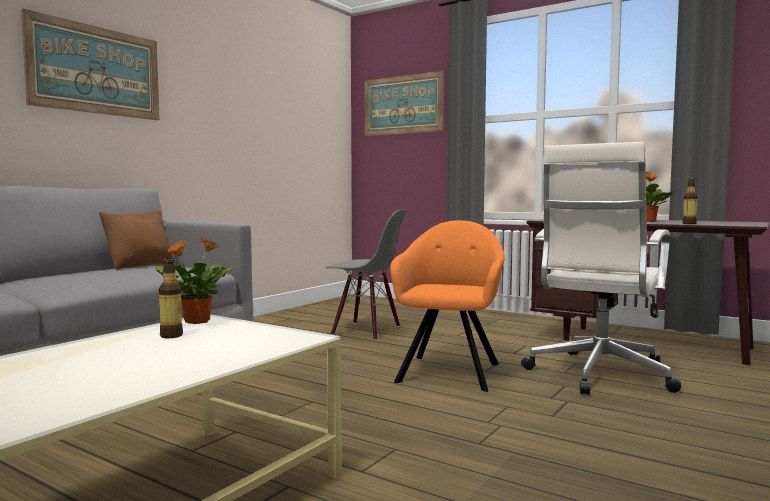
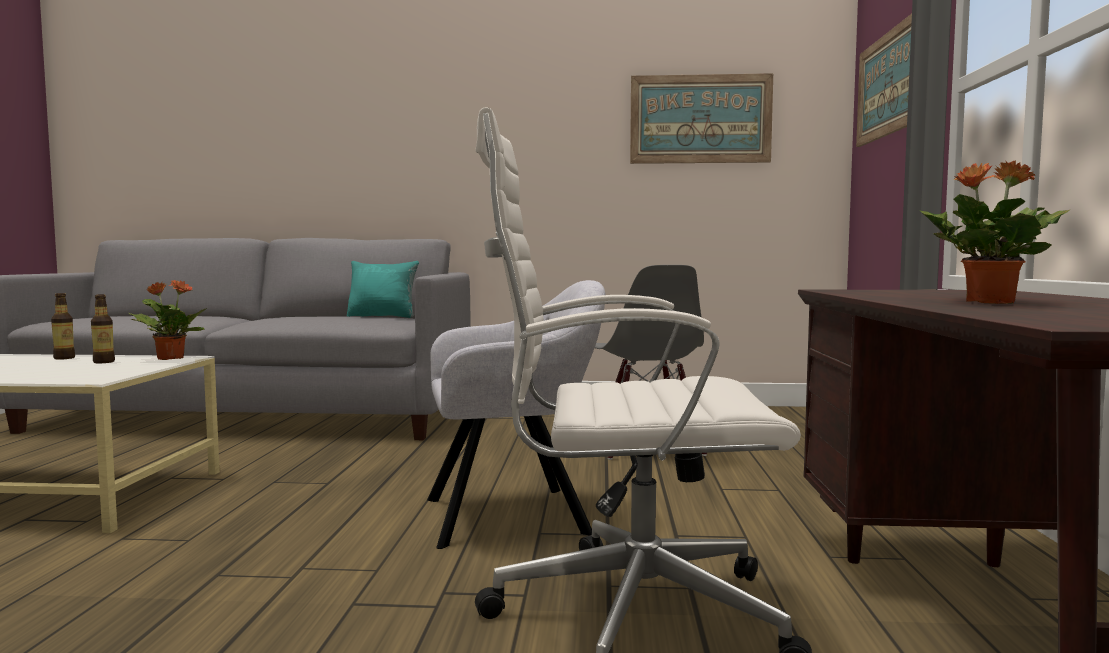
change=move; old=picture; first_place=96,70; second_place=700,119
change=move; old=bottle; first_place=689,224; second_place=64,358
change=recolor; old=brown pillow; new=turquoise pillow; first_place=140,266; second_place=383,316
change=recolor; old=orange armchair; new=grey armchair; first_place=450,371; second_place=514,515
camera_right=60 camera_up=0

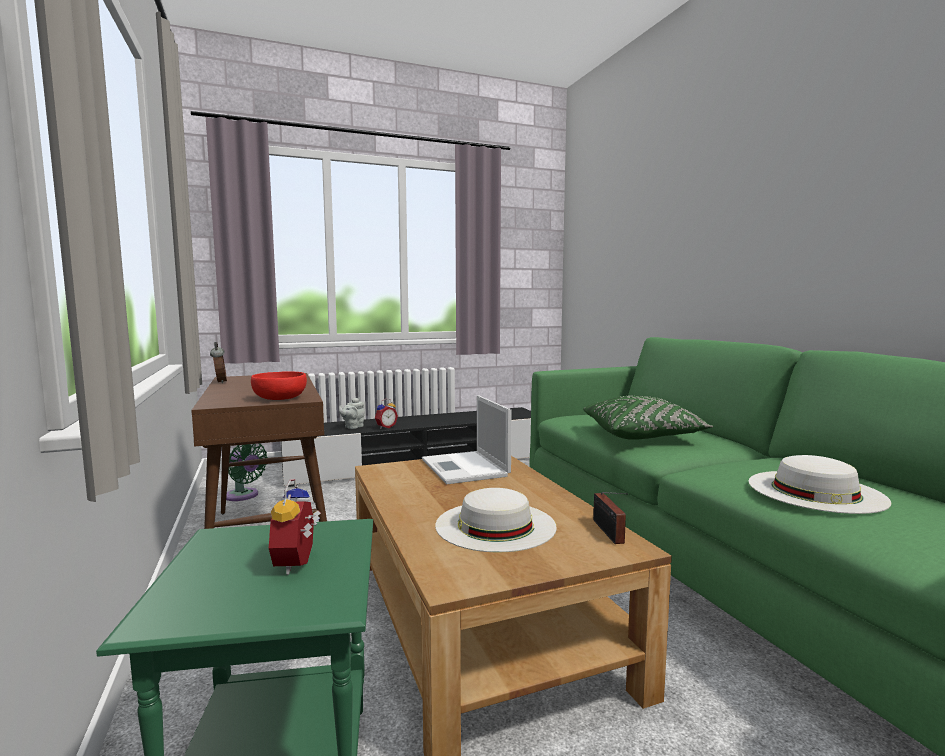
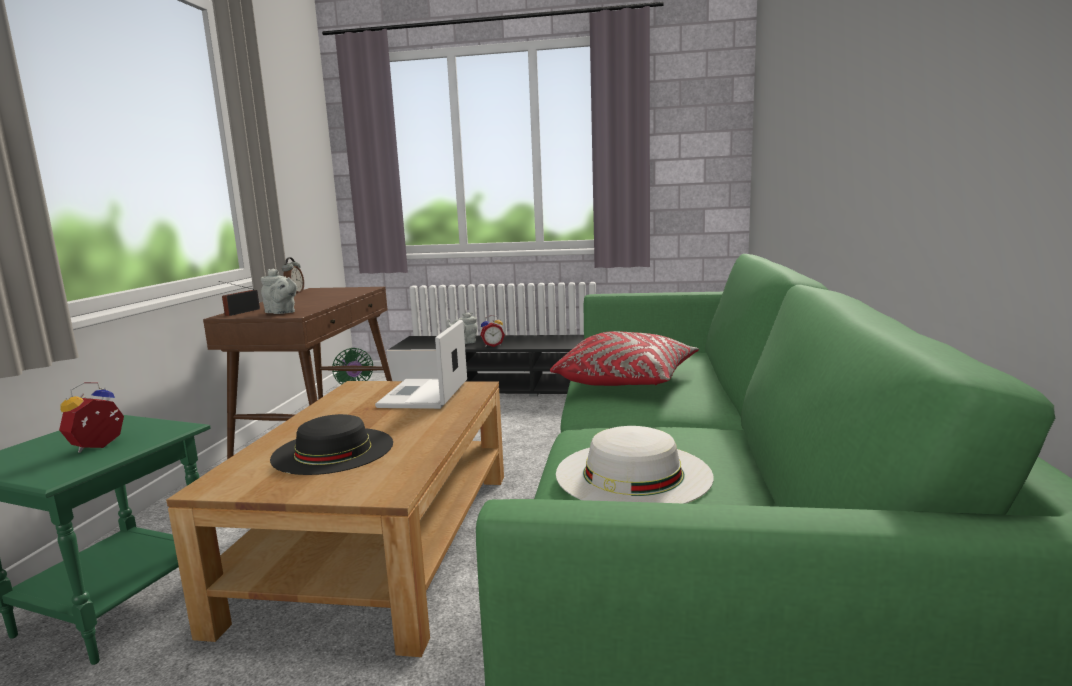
change=replace; old=red bowl; new=grey teapot; first_place=279,398; second_place=282,312
change=recolor; old=green pillow; new=red pillow; first_place=642,435; second_place=627,381
change=recolor; old=white hat; new=black hat; first_place=495,525; second_place=333,450
change=move; old=radio; first_place=608,533; second_place=240,312
camera_right=30 camera_up=5

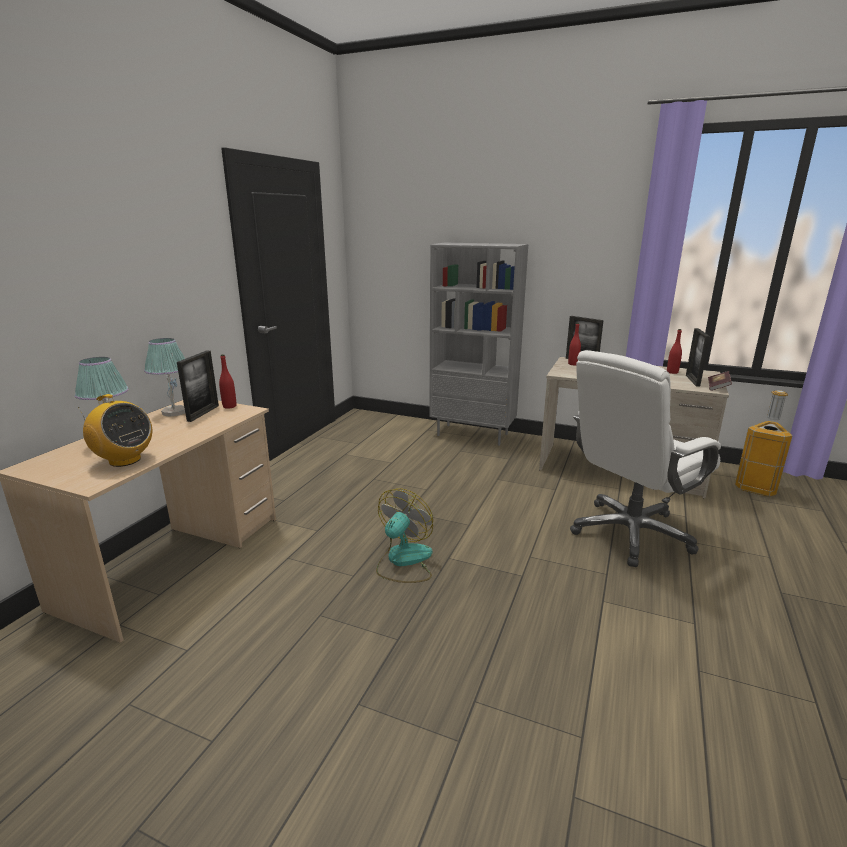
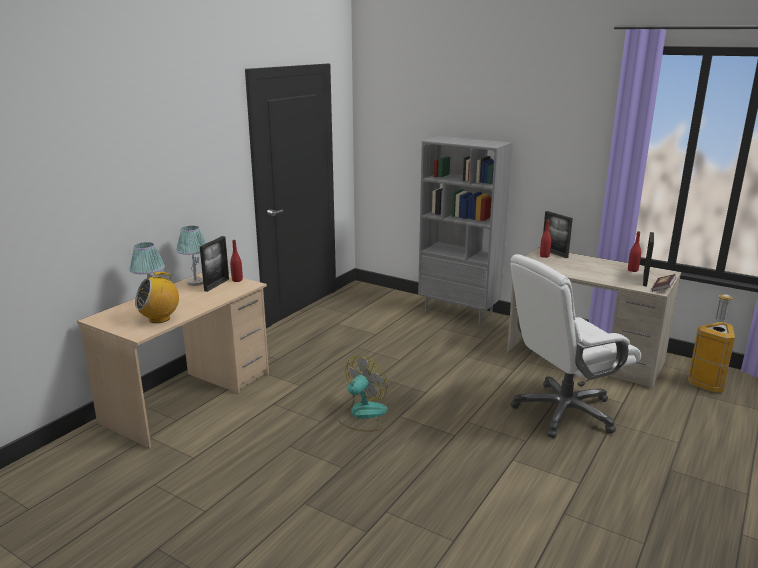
change=rotate; old=radio; first_place=124,460; second_place=159,319; degrees=105
camera_right=10 camera_up=0

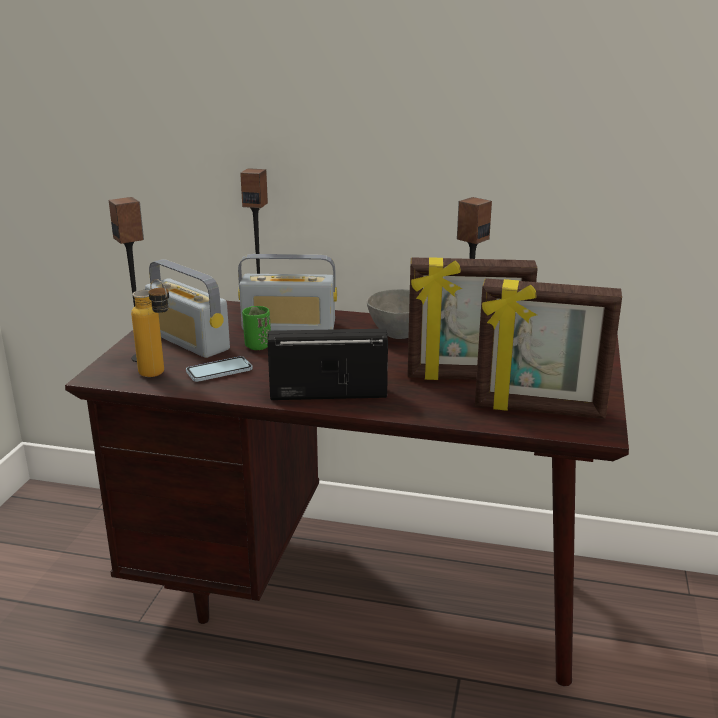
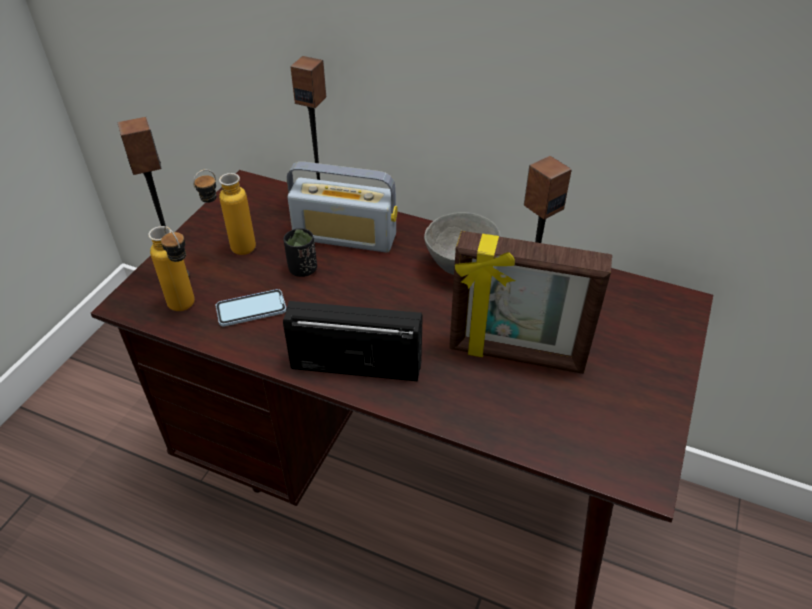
change=replace; old=radio; new=bottle; first_place=189,341; second_place=234,252
change=delete; old=picture frame; first_place=539,410
change=recolor; old=green cup; new=black cup; first_place=257,346; second_place=303,269
camera_right=10 camera_up=20

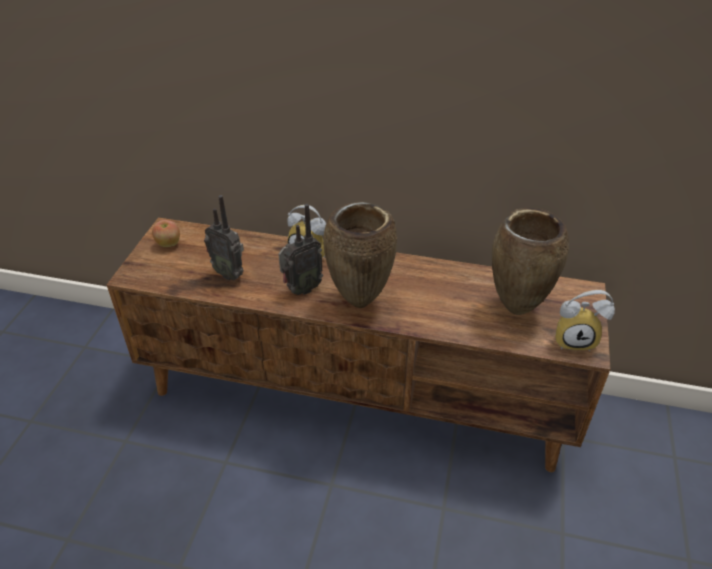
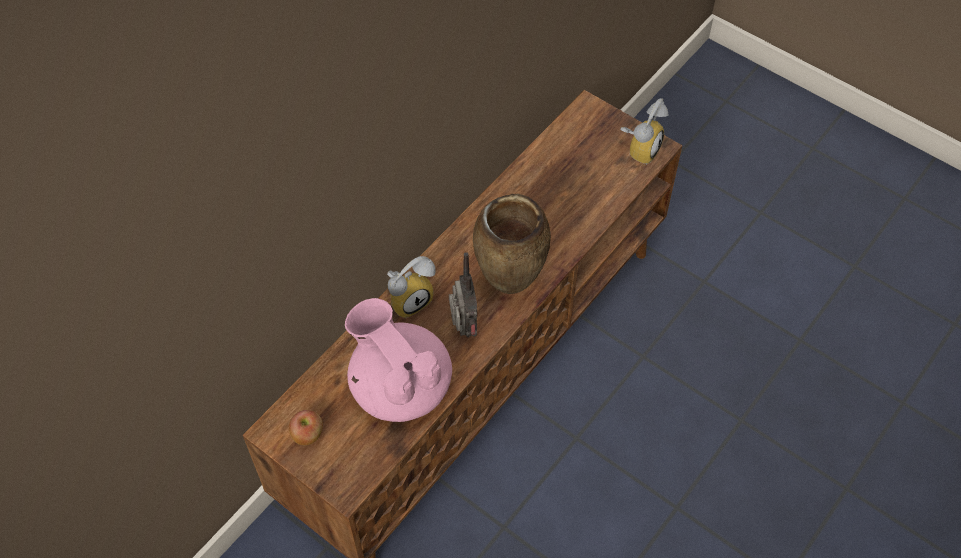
change=replace; old=radio; new=pink teapot; first_place=230,273; second_place=400,386
change=delete; old=brown vase; first_place=515,309
camera_right=-65 camera_up=15

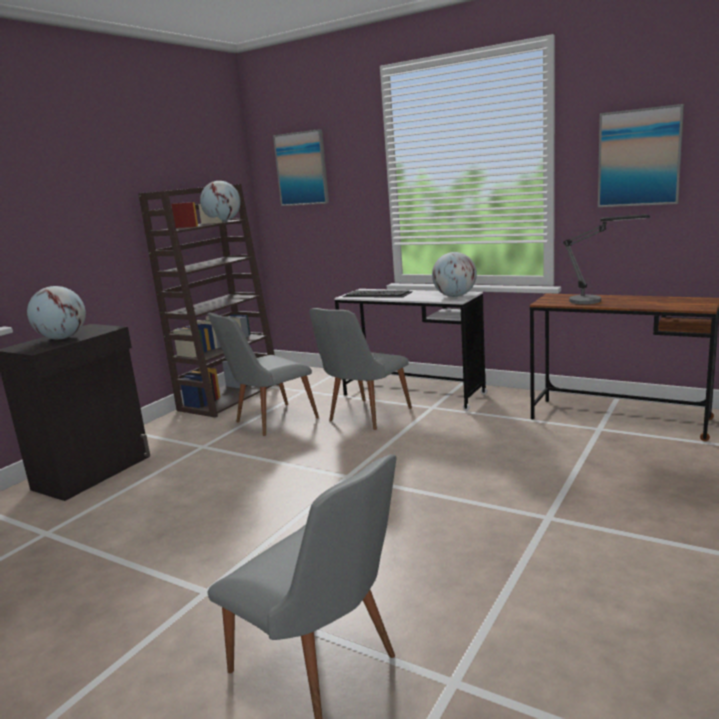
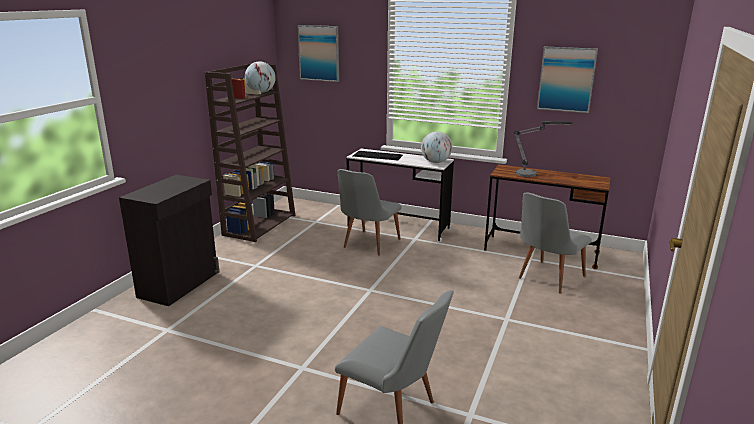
change=delete; old=globe; first_place=62,338
change=move; old=grey chair; first_place=268,421; second_place=546,278
camera_right=-10 camera_up=5

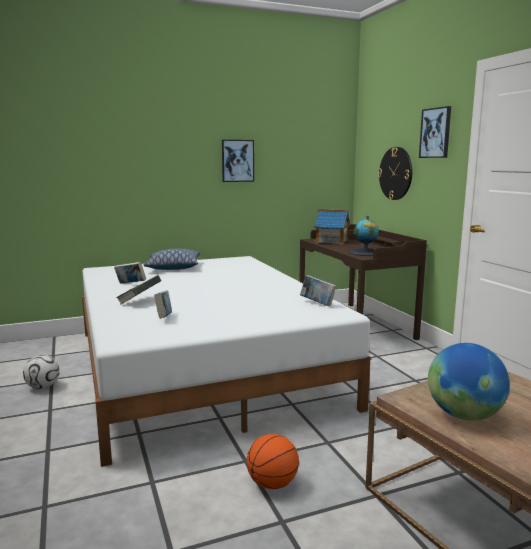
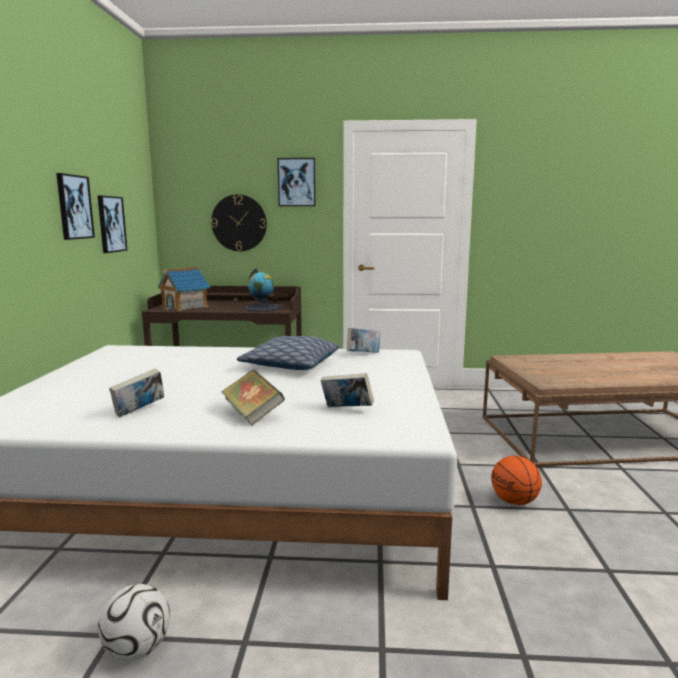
change=move; old=pillow; first_place=173,267; second_place=290,365
change=delete; old=globe; first_place=463,415
change=insert; new=picture; second_place=111,224
camera_right=-65 camera_up=0

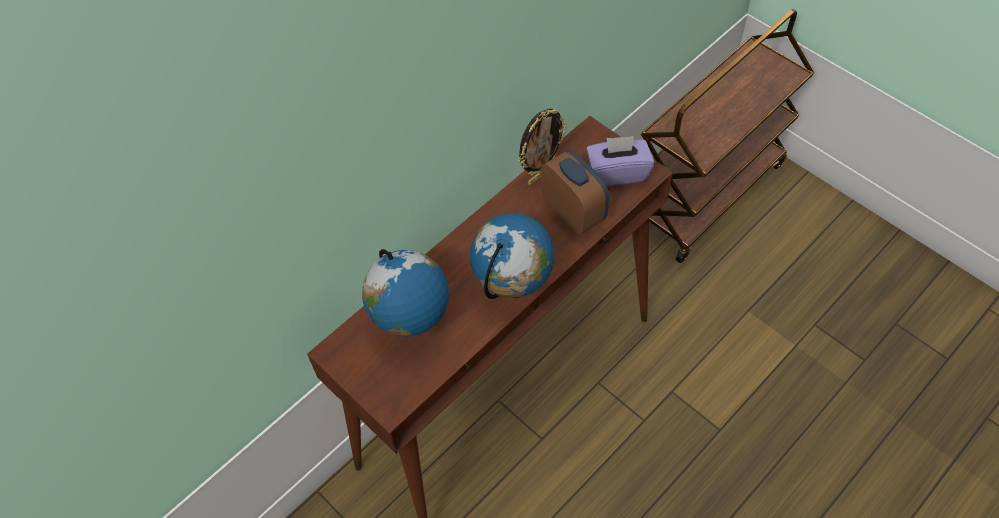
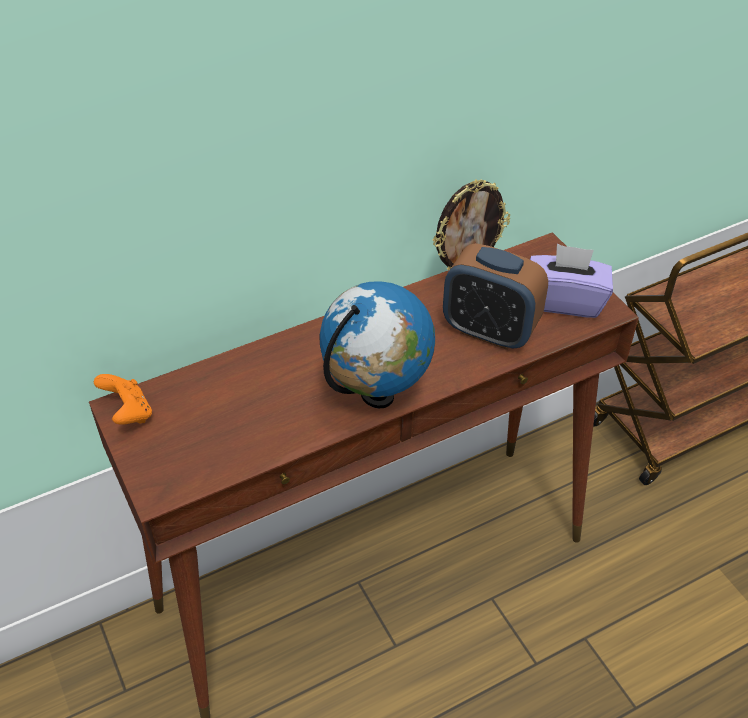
change=rotate; old=alarm clock; first_place=573,212; second_place=490,330; degrees=135
change=delete; old=globe; first_place=412,324
change=insert; new=orange game controller; second_place=128,413
camera_right=15 camera_up=-10

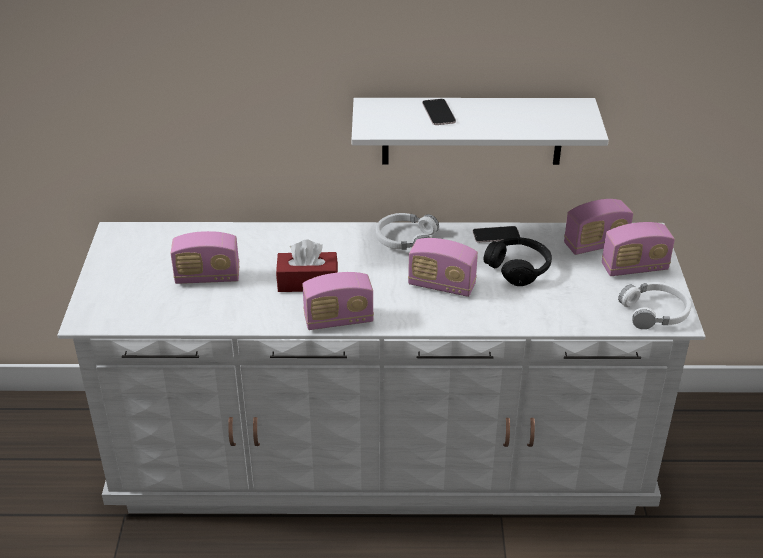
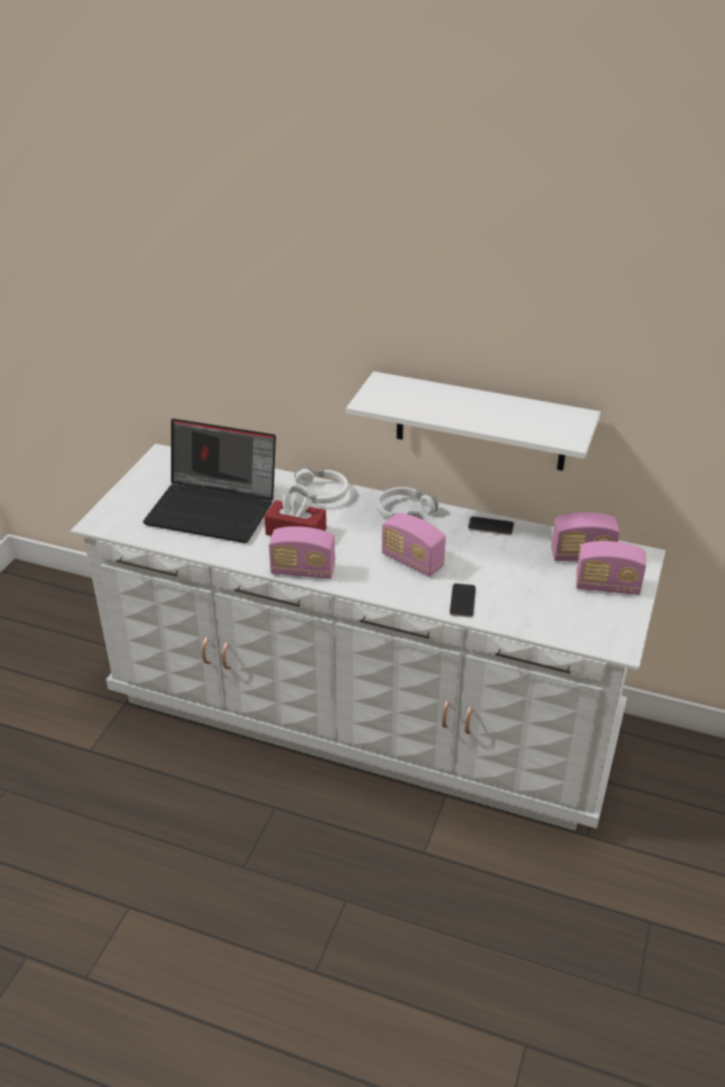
change=move; old=phone; first_place=438,113; second_place=462,601
change=replace; old=radio; new=laptop; first_place=207,277; second_place=215,509
change=delete; old=black headphones; first_place=518,268
change=move; old=white headphones; first_place=655,312; second_place=320,494
camera_right=20 camera_up=0

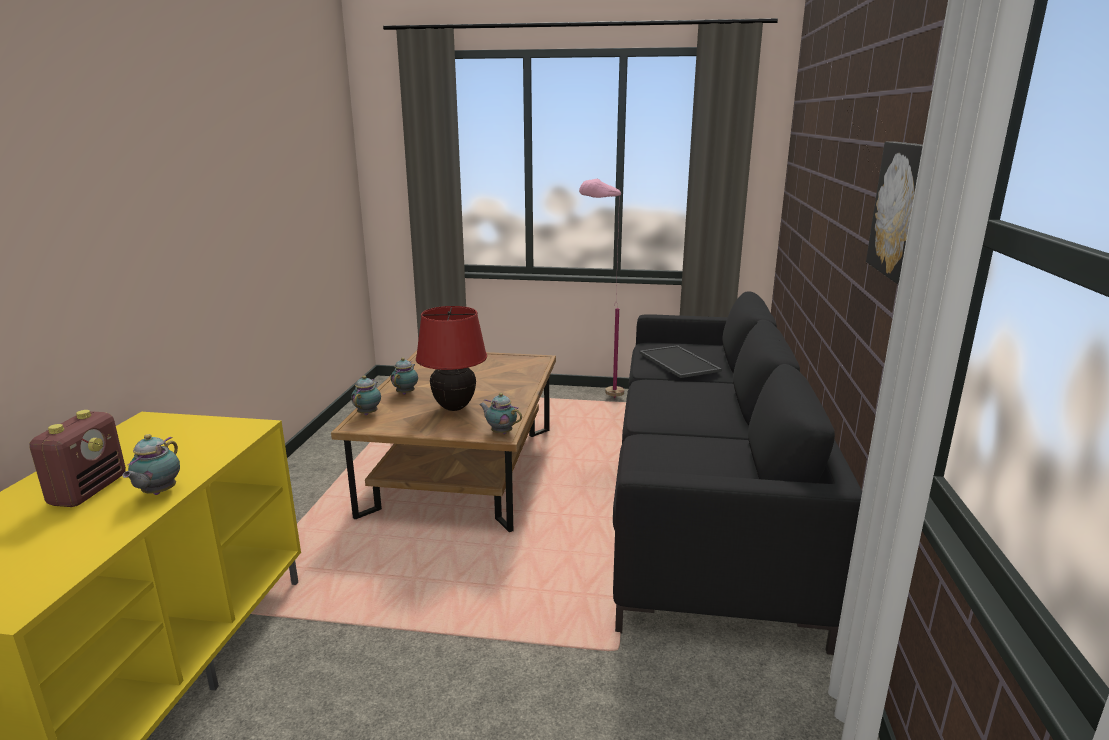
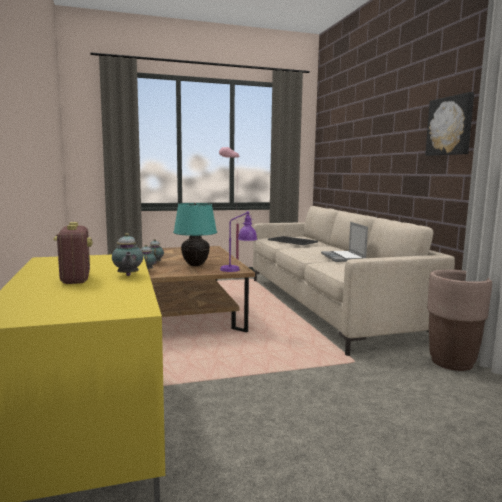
change=recolor; old=black sofa; new=beige sofa; first_place=704,496; second_place=327,306
change=recolor; old=red table lamp; new=turquoise table lamp; first_place=454,407; second_place=195,265
change=replace; old=teapot; new=purple table lamp; first_place=500,432; second_place=238,270
change=insert; new=laptop; second_place=343,257
change=insert; new=brown planter; second_place=452,362
camera_right=-25 camera_up=-10

